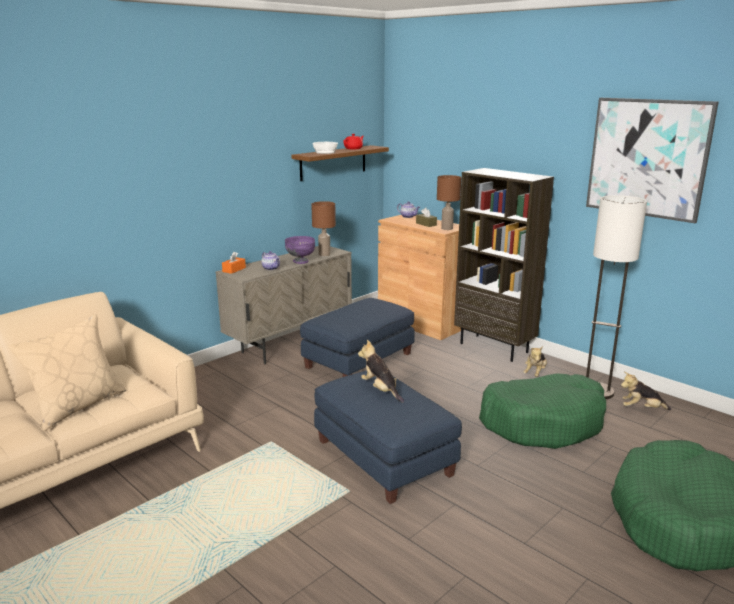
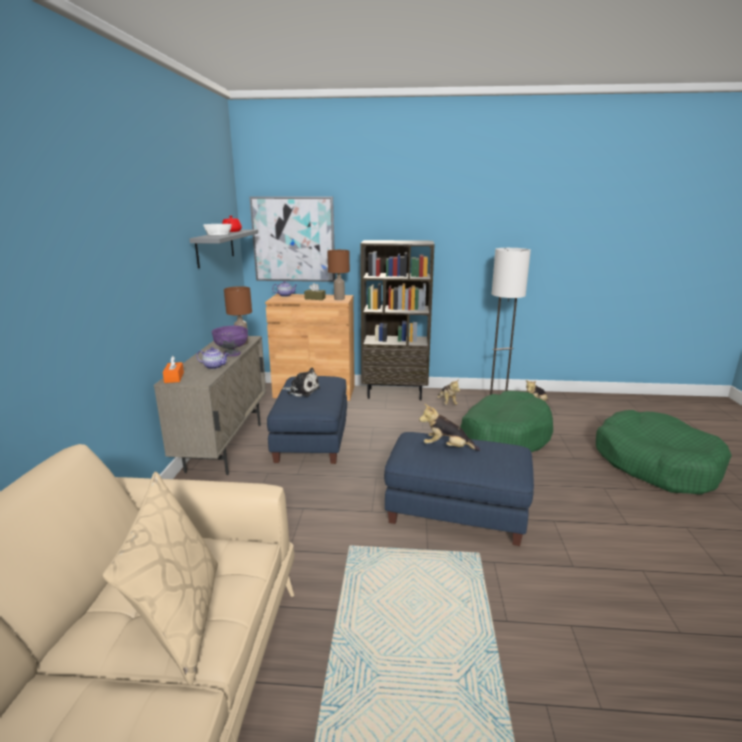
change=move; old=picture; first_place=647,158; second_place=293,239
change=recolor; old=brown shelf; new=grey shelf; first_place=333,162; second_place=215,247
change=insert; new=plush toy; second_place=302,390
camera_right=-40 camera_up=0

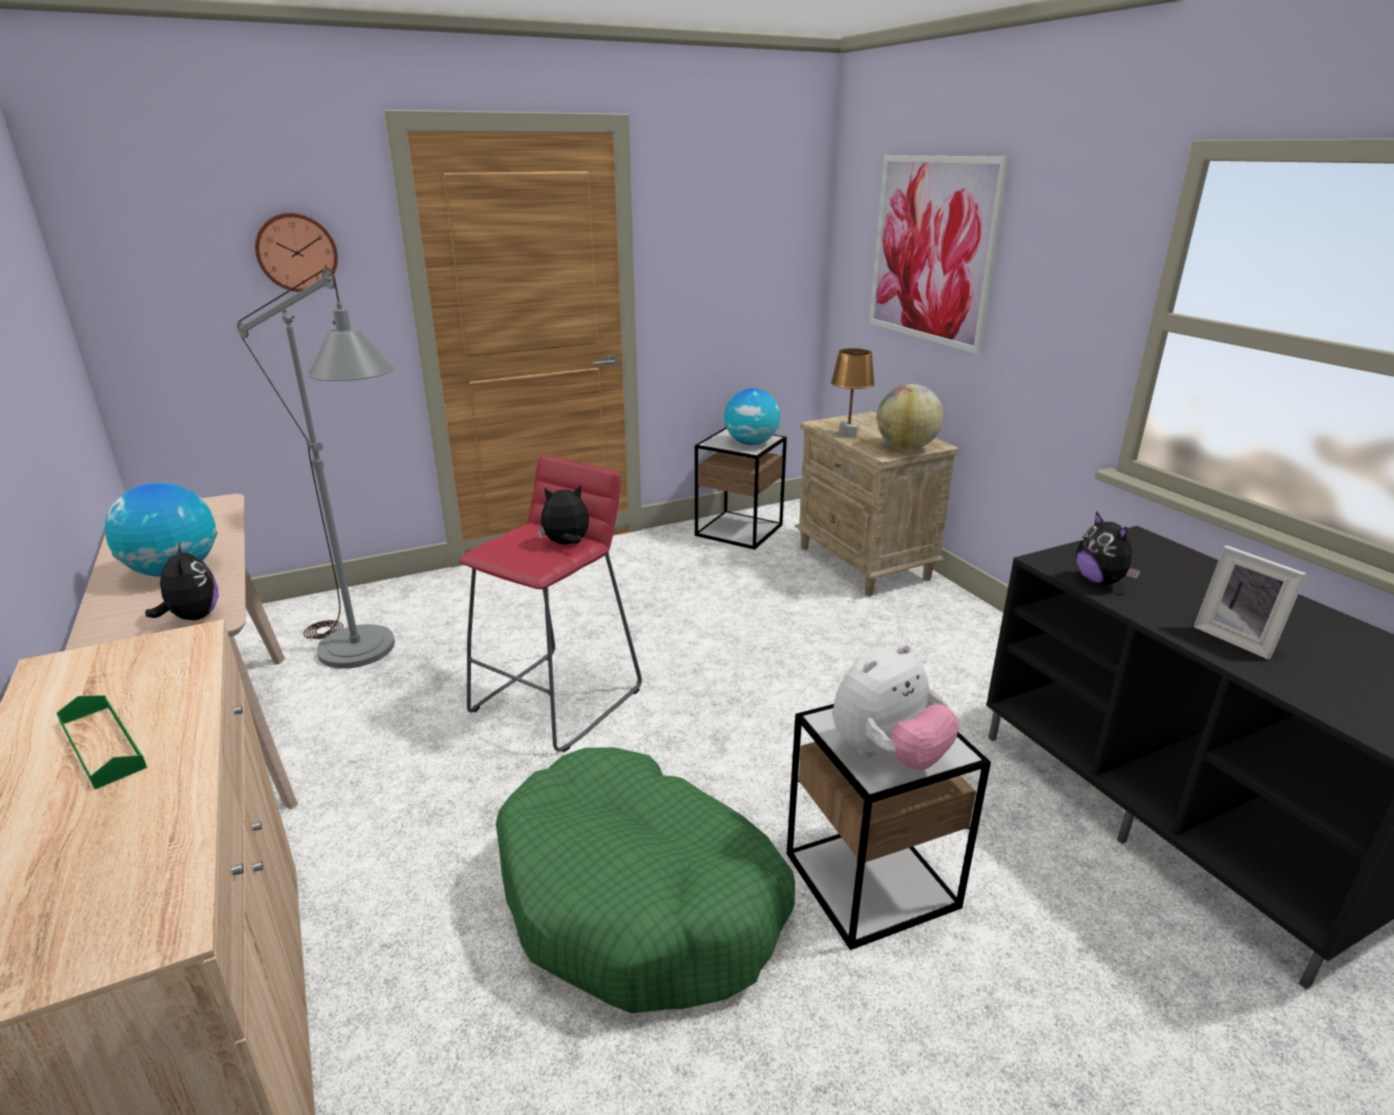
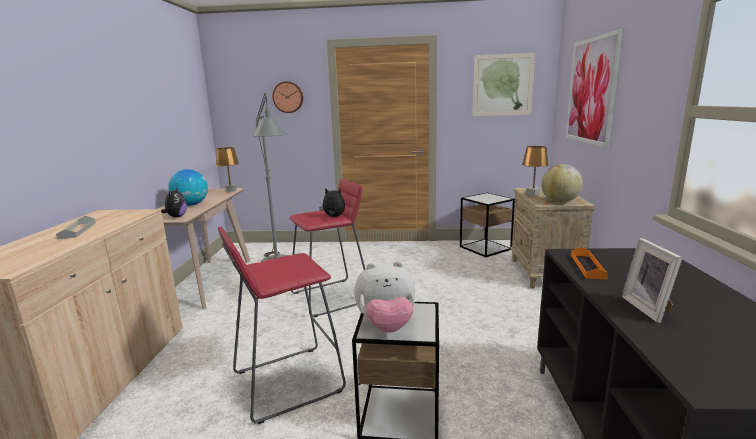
change=delete; old=globe; first_place=751,443
change=replace; old=plush toy; new=orange tray; first_place=1100,581; second_place=587,266
change=recolor; old=green tray; new=grey tray; first_place=102,745; second_place=77,230
change=replace; old=green dog bed; new=red stool; first_place=640,899; second_place=287,382
change=insert; new=picture; second_place=502,85
change=insert; new=brown table lamp; second_place=230,190
camera_right=30 camera_up=-10

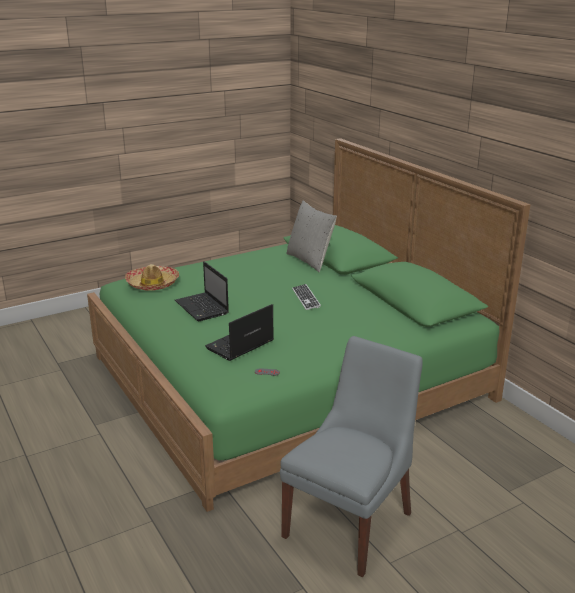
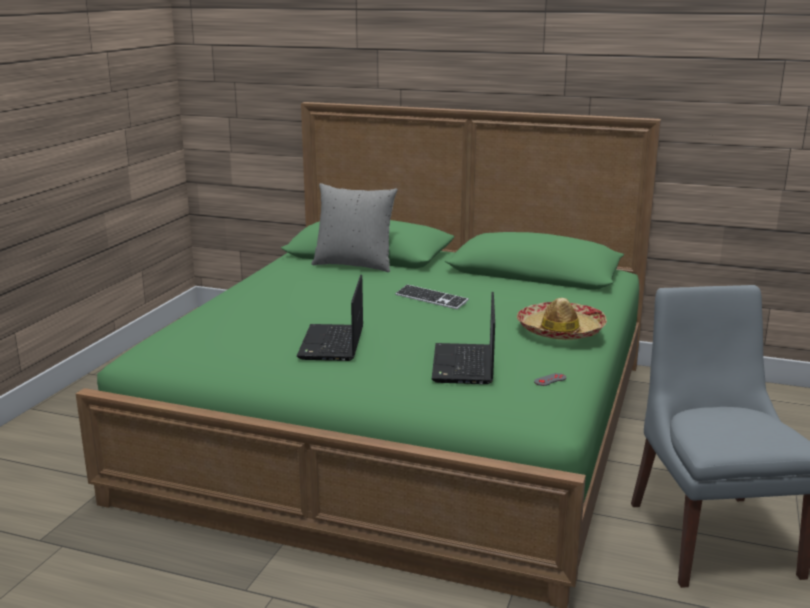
change=rotate; old=laptop; first_place=202,308; second_place=332,344; degrees=75
change=move; old=hat; first_place=153,284; second_place=560,330
camera_right=-40 camera_up=-5

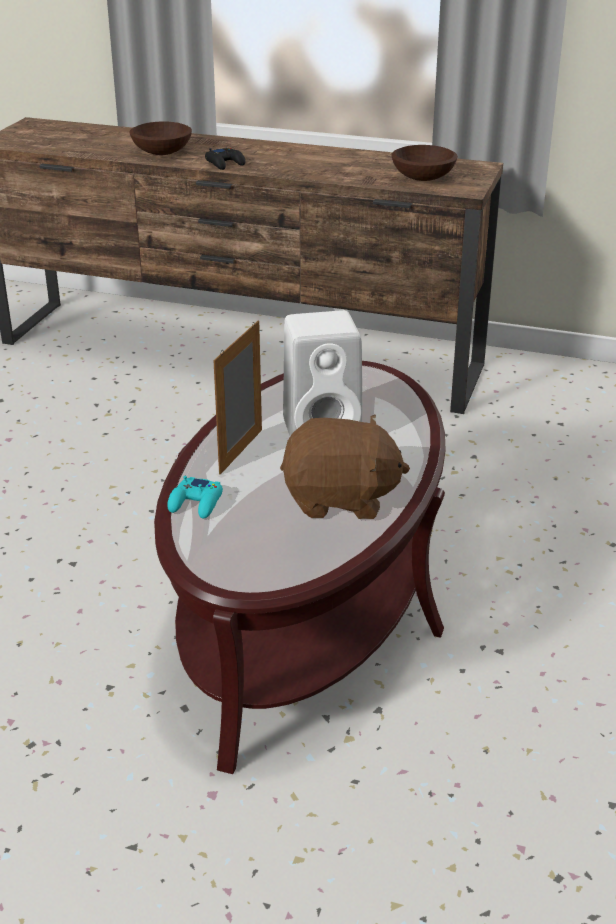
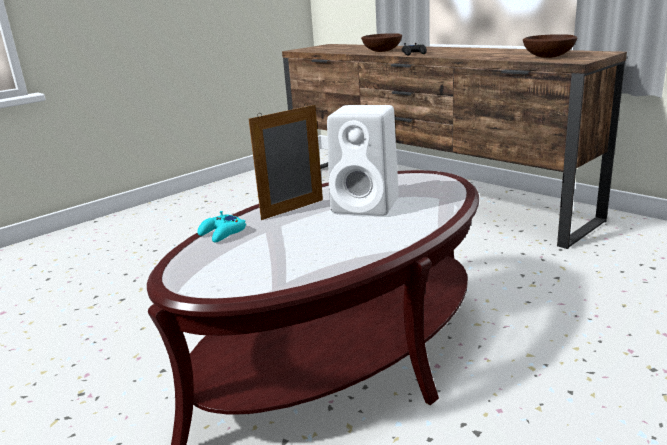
change=delete; old=brown plush toy; first_place=340,499
camera_right=30 camera_up=-10

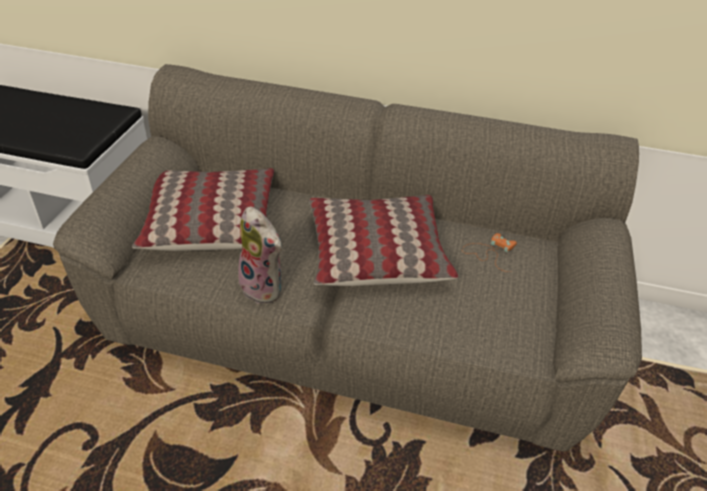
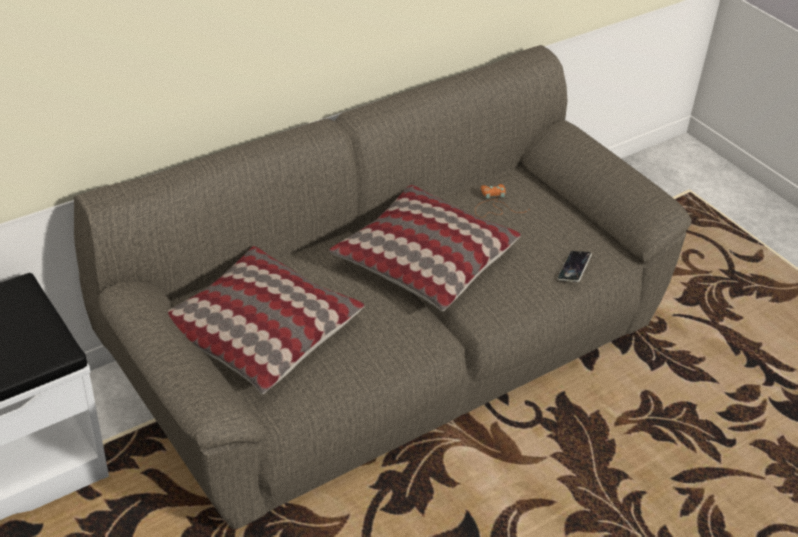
change=delete; old=plush toy; first_place=265,287
change=insert; new=phone; second_place=574,269
camera_right=-50 camera_up=0

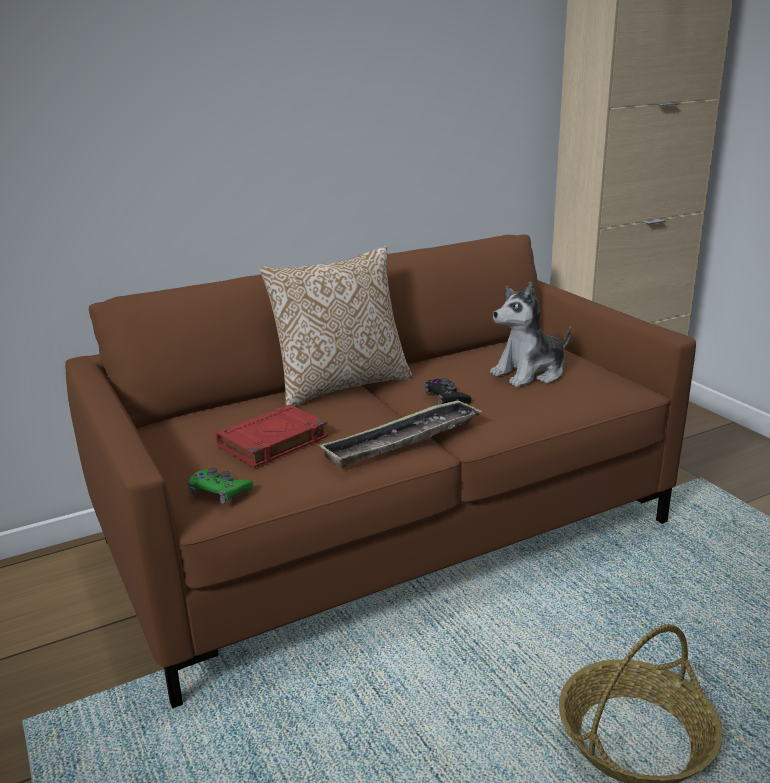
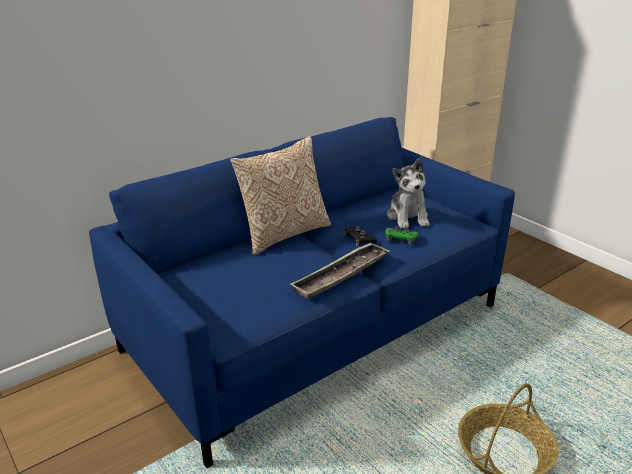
change=recolor; old=brown sofa; new=blue sofa; first_place=388,532; second_place=316,328
change=rotate; old=plush toy; first_place=530,373; second_place=408,217; degrees=-60
change=delete; old=red book; first_place=272,442
change=move; old=green game controller; first_place=219,491; second_place=400,238
camera_right=-10 camera_up=5

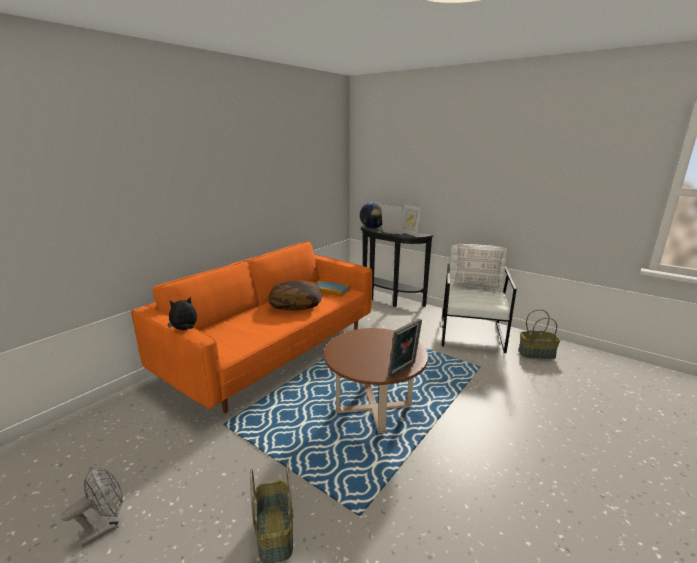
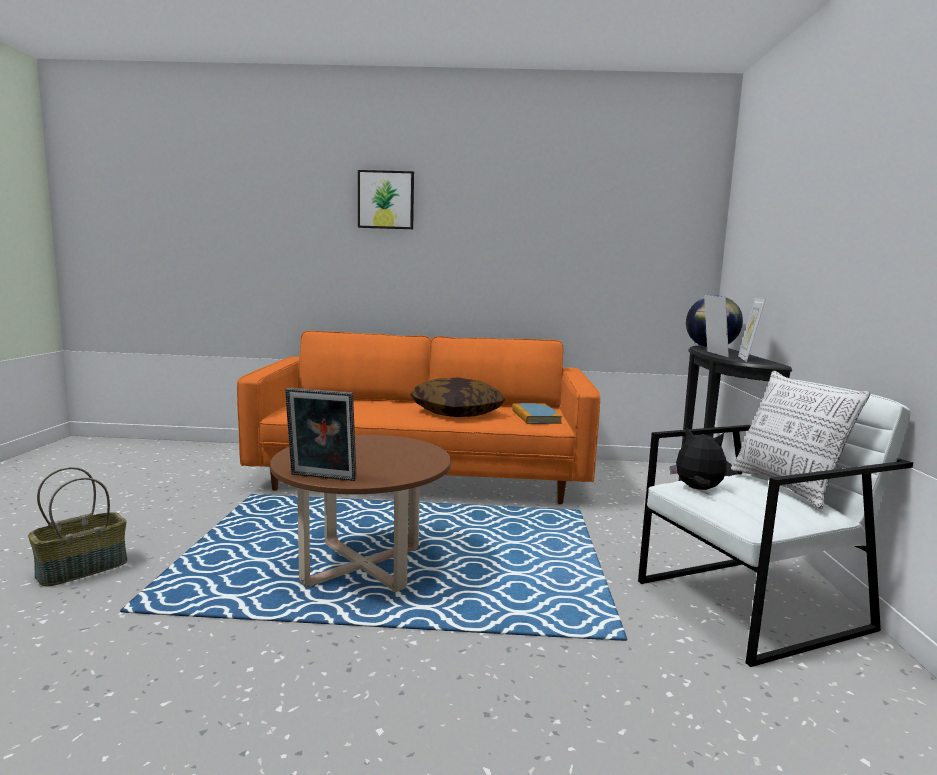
change=move; old=plush toy; first_place=185,329; second_place=697,489
change=delete; old=basket; first_place=536,353
change=delete; old=grey fan; first_place=105,527
change=insert; new=picture; second_place=386,200
camera_right=55 camera_up=-10

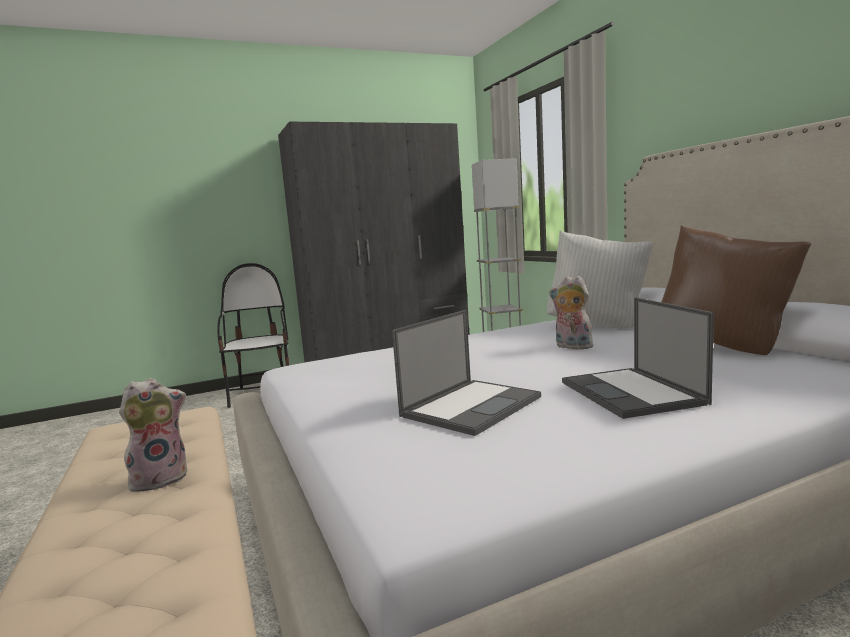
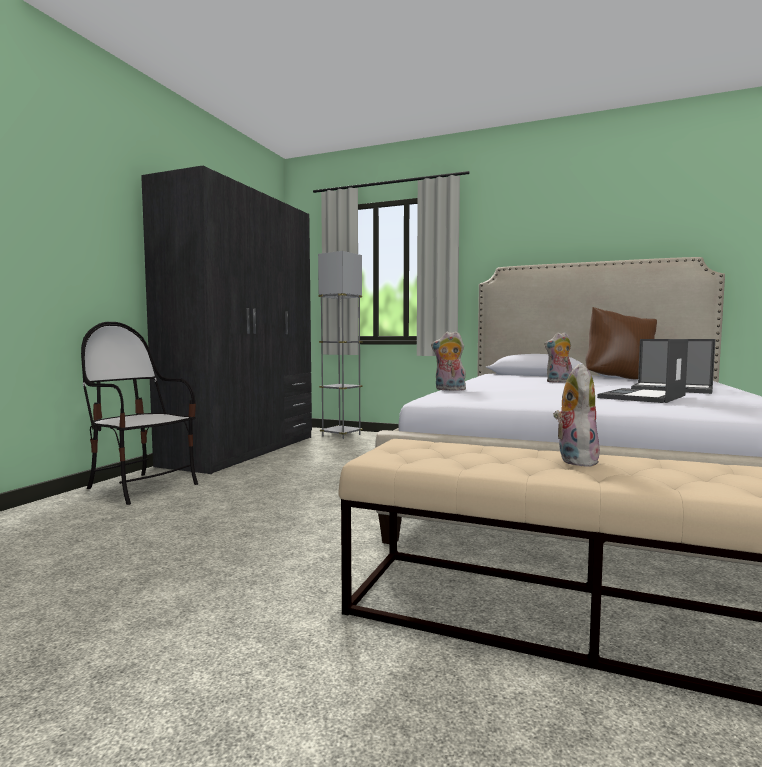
change=delete; old=white pillow; first_place=598,325
change=rotate; old=laptop; first_place=472,406; second_place=642,397; degrees=-135
change=insert; new=plush toy; second_place=449,390
camera_right=-45 camera_up=-5

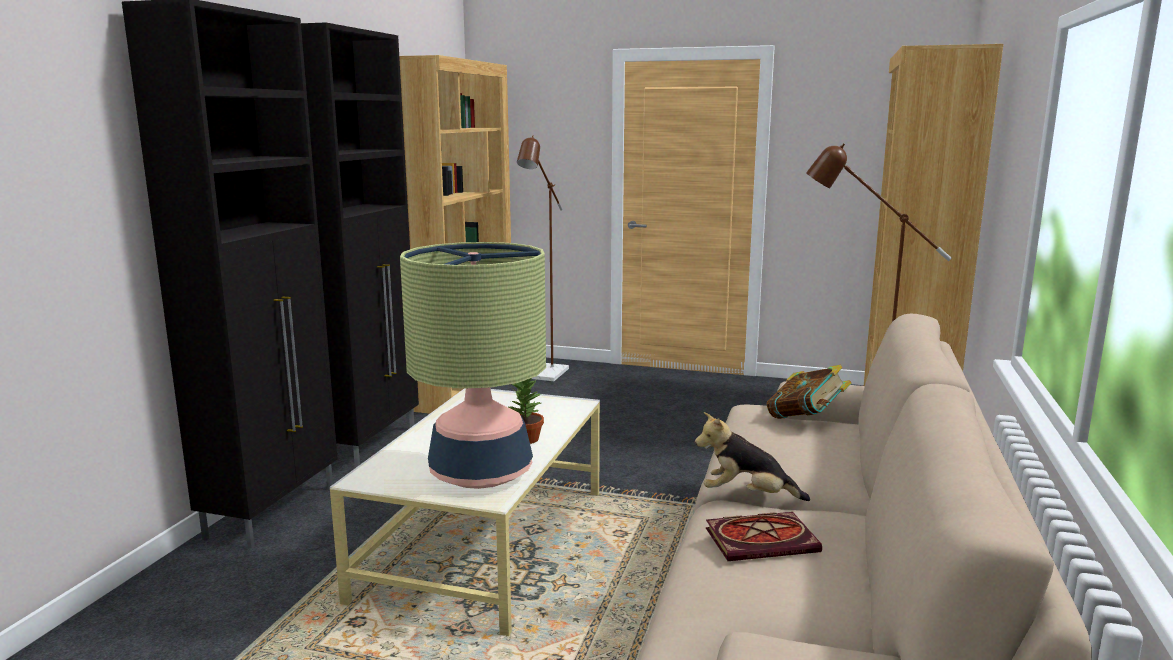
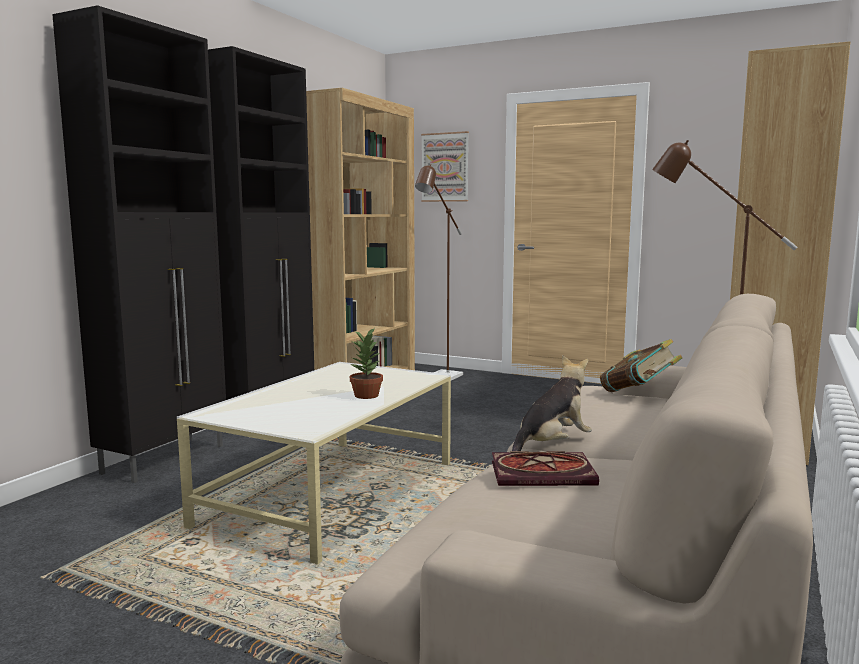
change=delete; old=table lamp; first_place=480,473
change=rotate; old=plush toy; first_place=747,496; second_place=552,445; degrees=120
change=insert; new=picture; second_place=445,167
camera_right=10 camera_up=-5

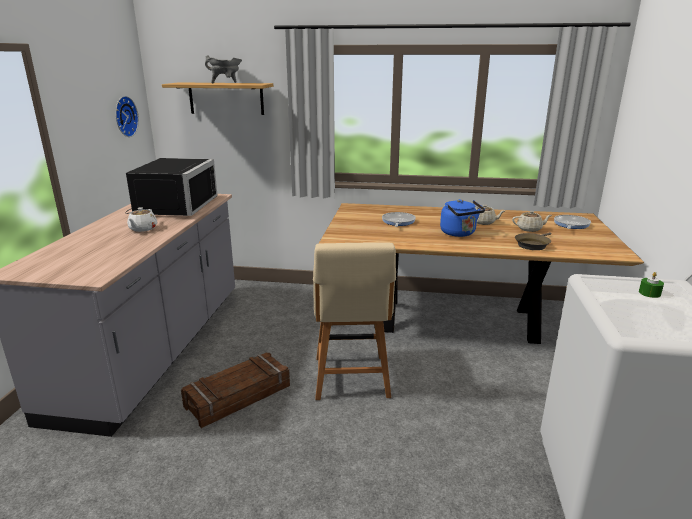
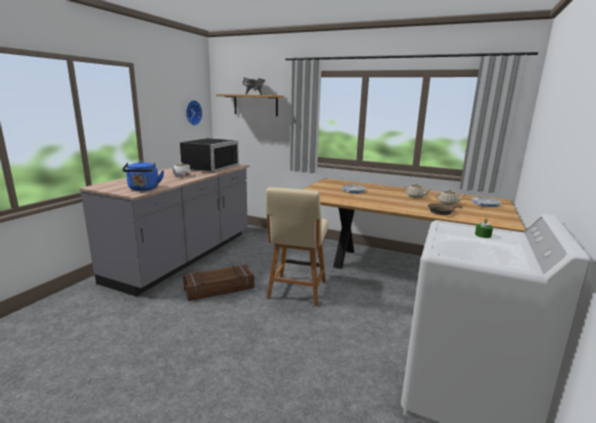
change=move; old=blue kettle; first_place=459,233; second_place=143,189
camera_right=15 camera_up=-5

